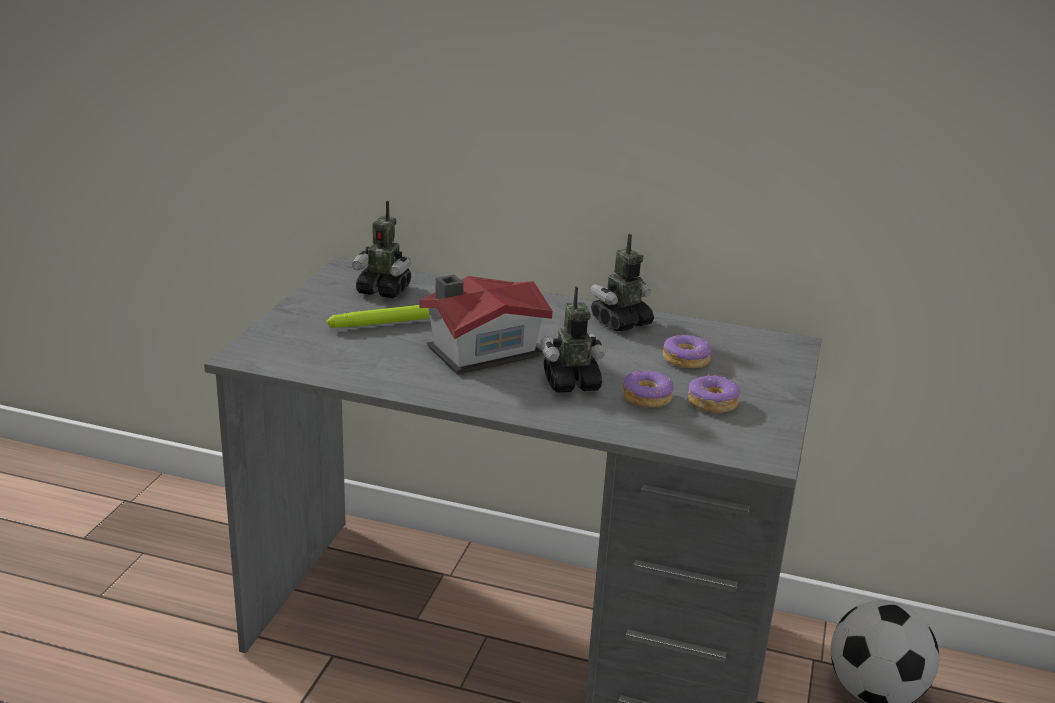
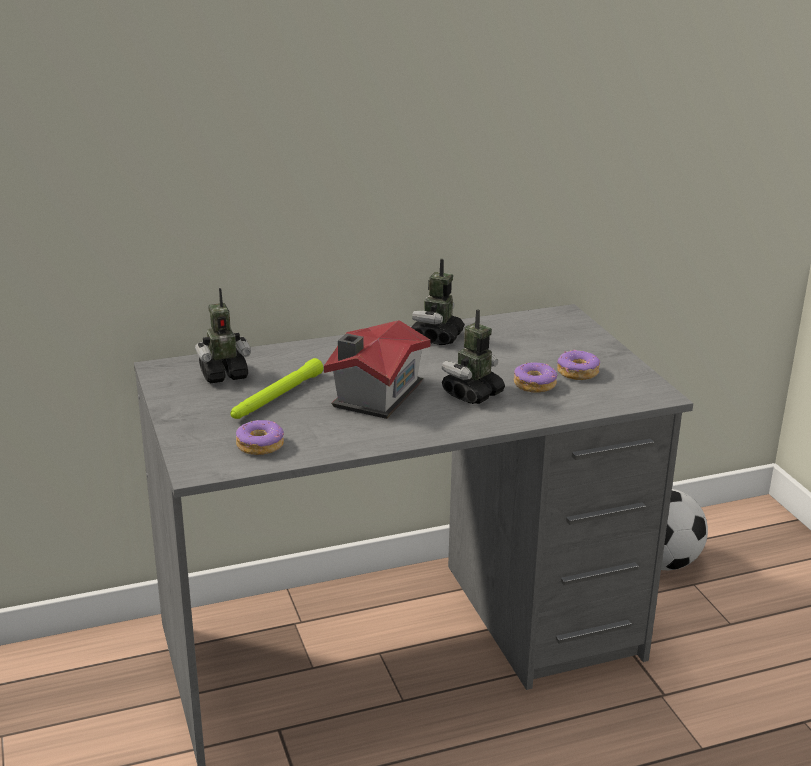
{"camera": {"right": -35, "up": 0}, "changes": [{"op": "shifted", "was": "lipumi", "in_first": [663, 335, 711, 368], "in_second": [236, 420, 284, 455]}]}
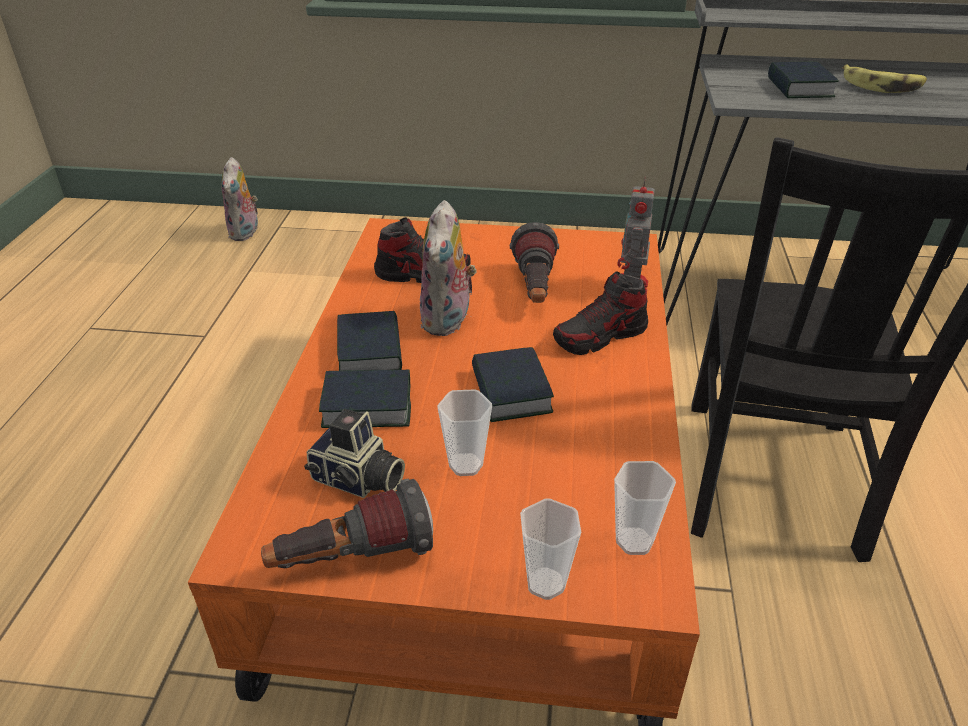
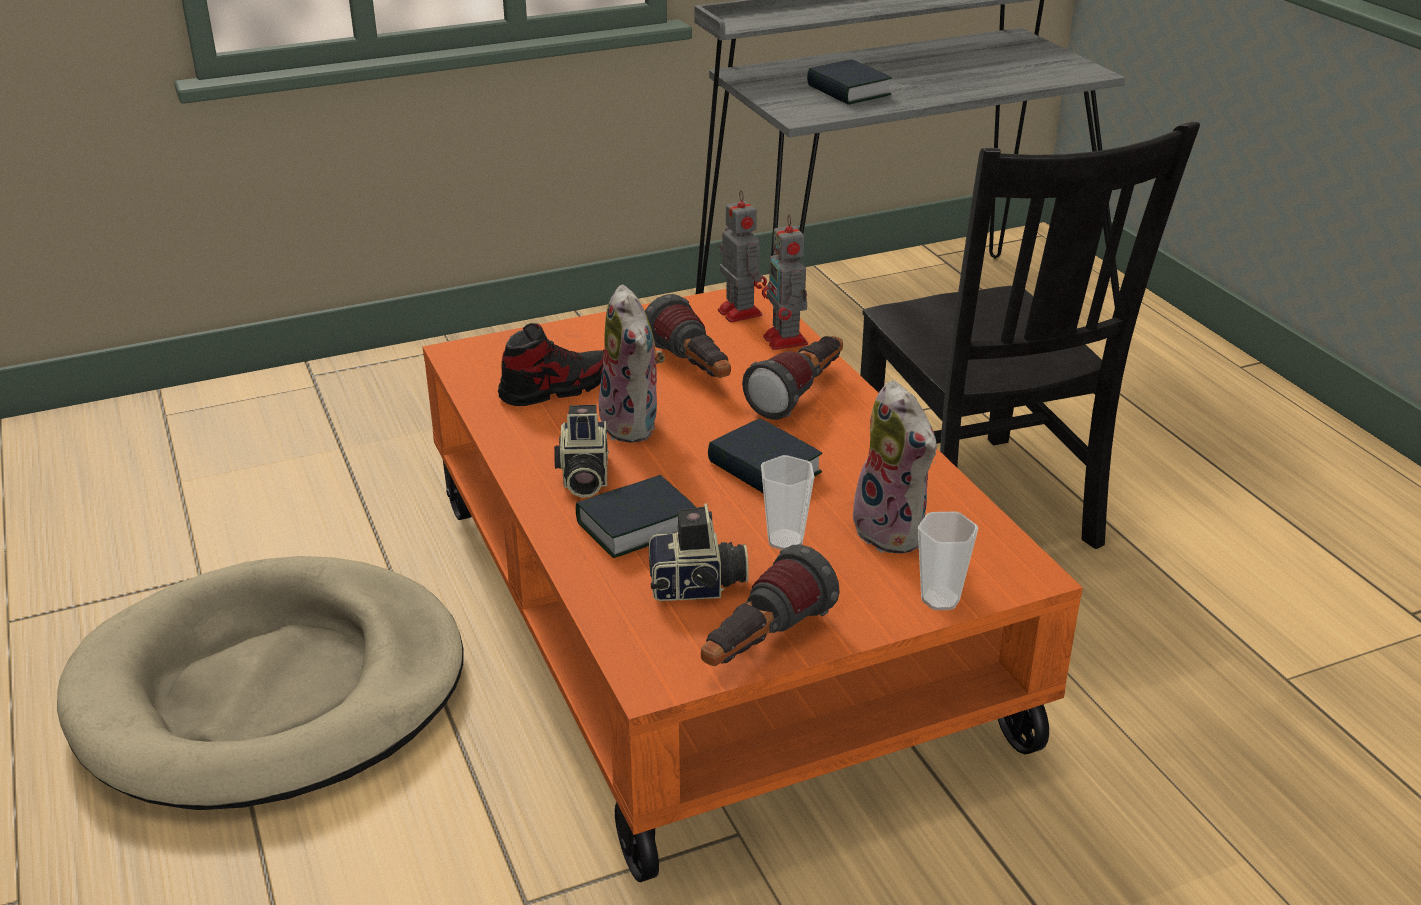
{"camera": {"right": -30, "up": -5}, "changes": [{"op": "gone", "was": "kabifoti", "in_first": [843, 64, 927, 93]}, {"op": "shifted", "was": "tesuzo", "in_first": [222, 157, 258, 241], "in_second": [846, 380, 937, 554]}, {"op": "swapped", "was": "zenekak", "now": "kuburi", "in_first": [553, 271, 648, 355], "in_second": [742, 336, 843, 420]}, {"op": "swapped", "was": "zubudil", "now": "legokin", "in_first": [337, 311, 402, 371], "in_second": [554, 405, 609, 498]}, {"op": "gone", "was": "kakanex", "in_first": [614, 461, 676, 555]}, {"op": "new", "now": "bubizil", "in_second": [718, 190, 767, 323]}, {"op": "new", "now": "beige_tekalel", "in_second": [57, 556, 464, 810]}]}
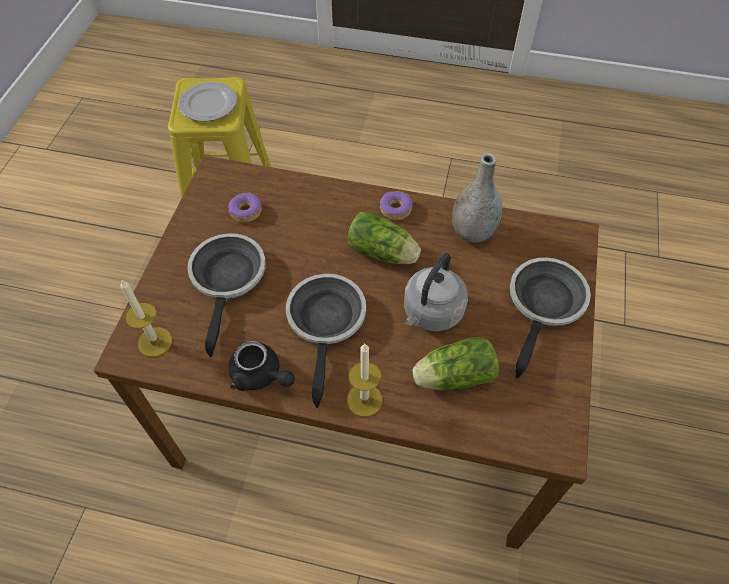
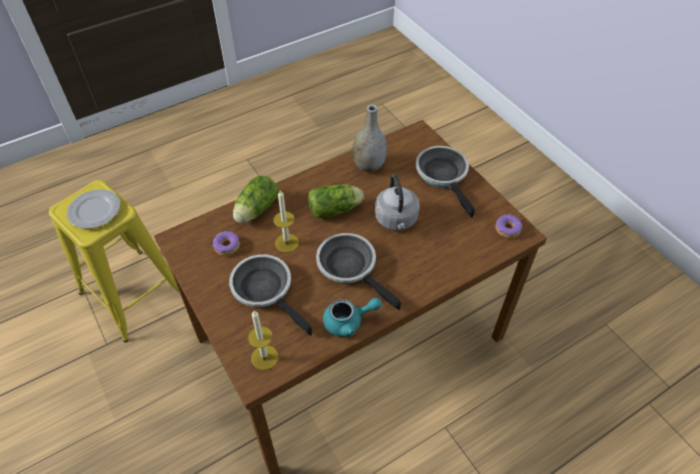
{"camera": {"right": -45, "up": -5}, "changes": [{"op": "shifted", "was": "lipumi", "in_first": [379, 191, 413, 220], "in_second": [495, 214, 522, 238]}, {"op": "shifted", "was": "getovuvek", "in_first": [412, 337, 499, 390], "in_second": [233, 175, 279, 223]}, {"op": "repainted", "was": "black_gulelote", "now": "turquoise_gulelote", "in_first": [228, 341, 295, 391], "in_second": [323, 298, 382, 337]}, {"op": "shifted", "was": "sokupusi", "in_first": [347, 344, 382, 417], "in_second": [273, 190, 299, 253]}]}
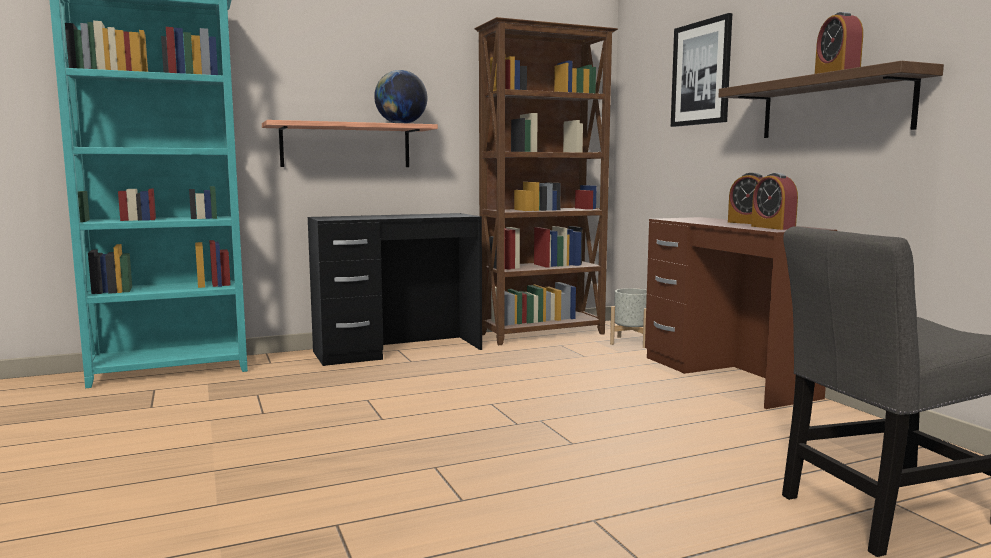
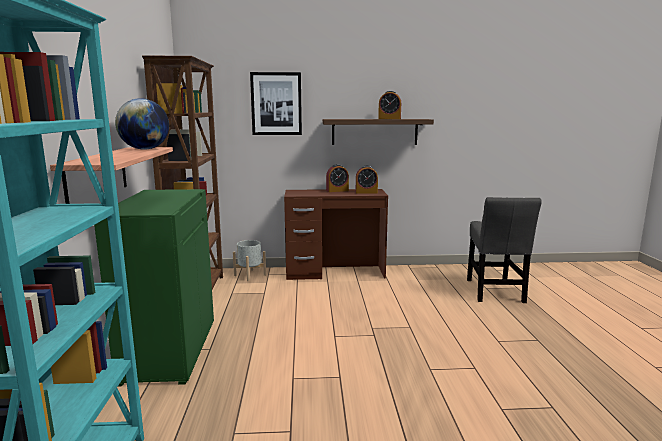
{"camera": {"right": -70, "up": 5}, "changes": [{"op": "swapped", "was": "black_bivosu", "now": "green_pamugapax", "in_first": [308, 213, 482, 366], "in_second": [94, 189, 214, 386]}]}
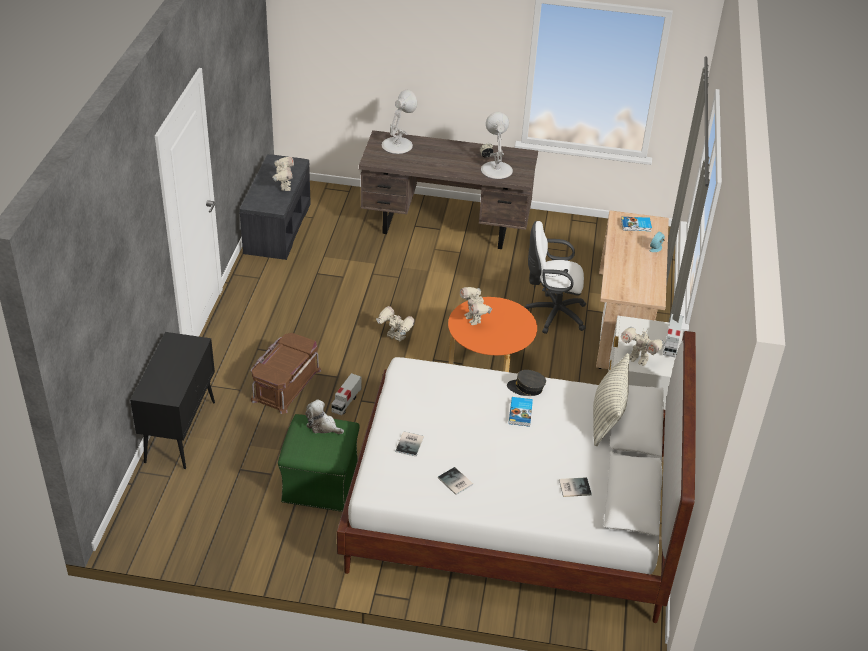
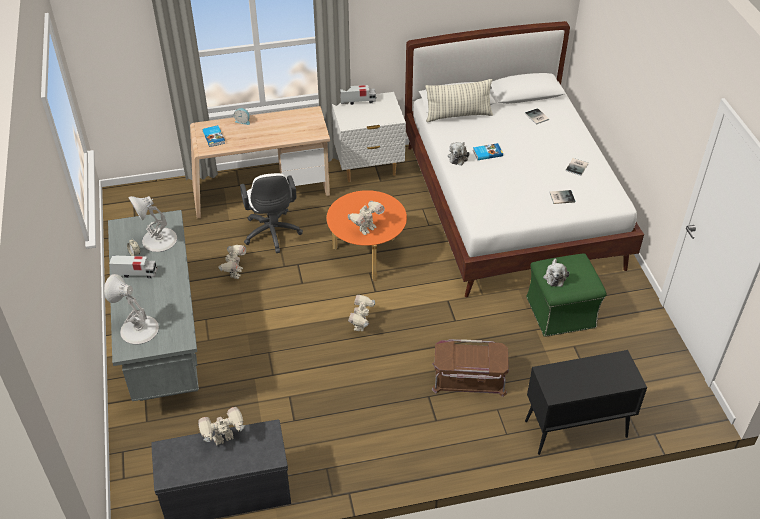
{"camera": {"right": -110, "up": 5}, "changes": [{"op": "repainted", "was": "brown_bivosu", "now": "grey_bivosu", "in_first": [359, 130, 538, 249], "in_second": [108, 210, 199, 401]}, {"op": "shifted", "was": "bubizil", "in_first": [621, 327, 665, 366], "in_second": [219, 245, 246, 279]}, {"op": "swapped", "was": "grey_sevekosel", "now": "tesuzo", "in_first": [507, 370, 546, 396], "in_second": [448, 142, 470, 165]}, {"op": "shifted", "was": "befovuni", "in_first": [331, 373, 362, 415], "in_second": [109, 255, 157, 278]}]}
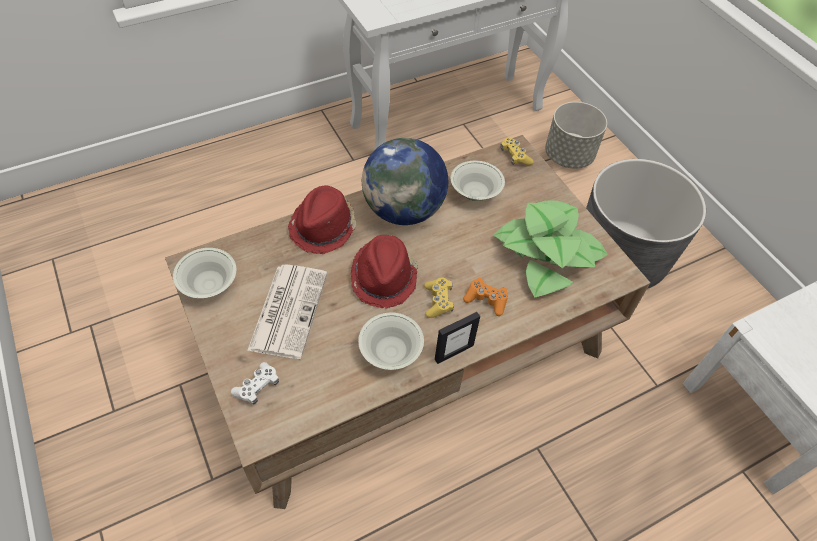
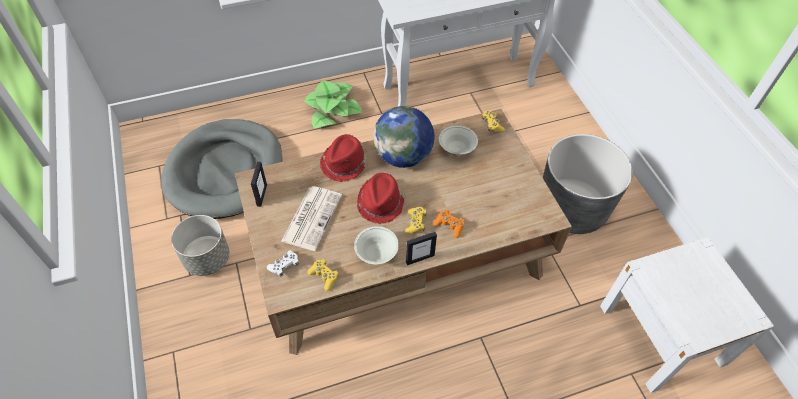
{"camera": {"right": 10, "up": 0}, "changes": [{"op": "shifted", "was": "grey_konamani", "in_first": [545, 102, 607, 169], "in_second": [171, 215, 229, 276]}, {"op": "shifted", "was": "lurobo", "in_first": [493, 201, 608, 297], "in_second": [304, 81, 363, 129]}, {"op": "swapped", "was": "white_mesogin", "now": "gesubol", "in_first": [173, 248, 236, 298], "in_second": [251, 162, 267, 207]}, {"op": "new", "now": "grey_tekalel", "in_second": [161, 119, 282, 219]}, {"op": "new", "now": "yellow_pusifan", "in_second": [307, 259, 339, 291]}]}
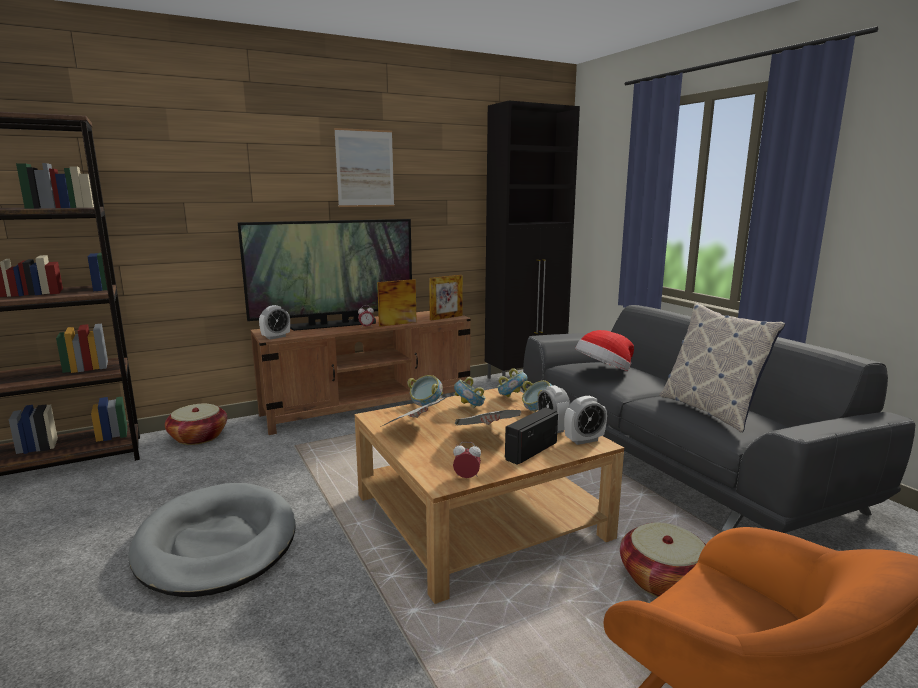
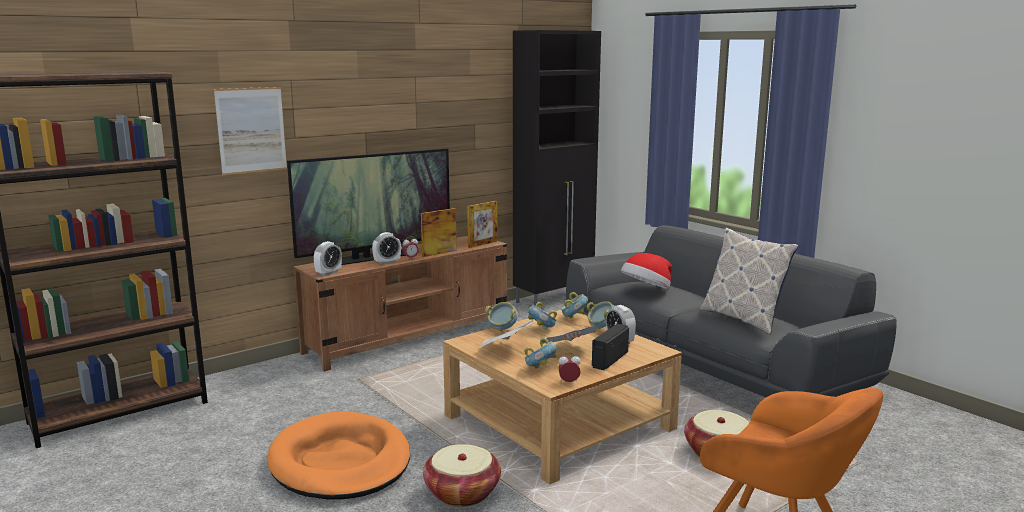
{"camera": {"right": -10, "up": 0}, "changes": [{"op": "shifted", "was": "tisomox", "in_first": [334, 128, 394, 207], "in_second": [214, 87, 287, 175]}, {"op": "shifted", "was": "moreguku", "in_first": [564, 396, 607, 445], "in_second": [372, 232, 401, 265]}, {"op": "shifted", "was": "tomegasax", "in_first": [165, 404, 227, 445], "in_second": [423, 444, 501, 507]}, {"op": "repainted", "was": "grey_tekalel", "now": "orange_tekalel", "in_first": [128, 483, 295, 597], "in_second": [267, 411, 410, 500]}, {"op": "new", "now": "mesogin", "in_second": [524, 337, 557, 369]}]}
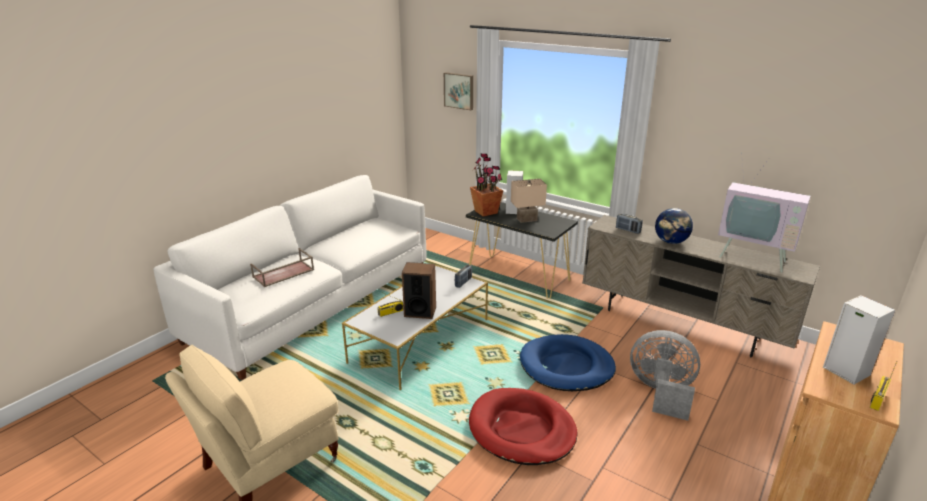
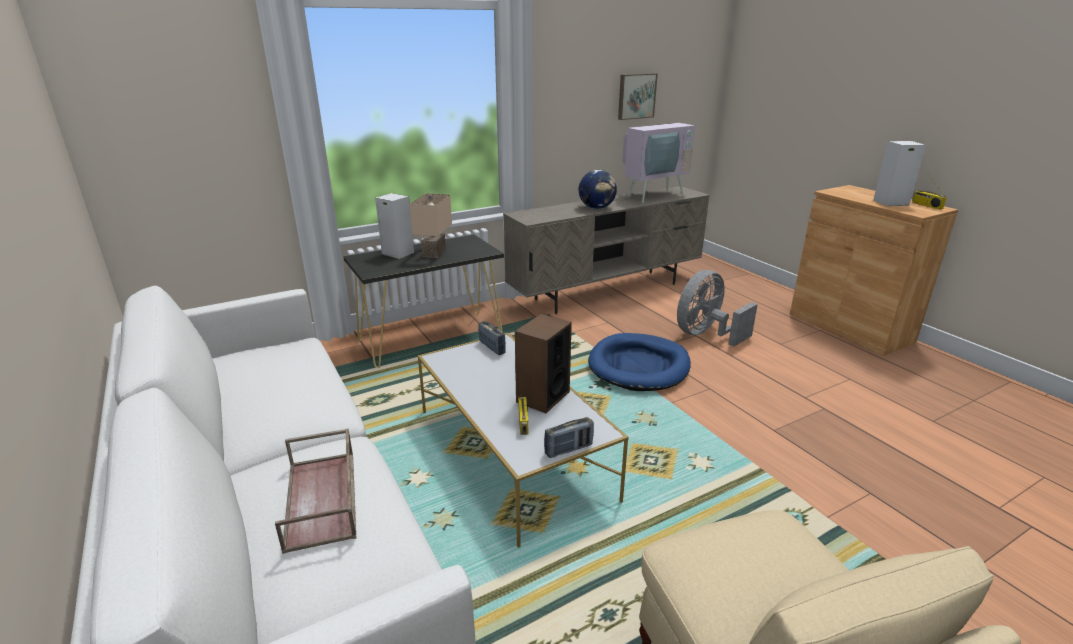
{"camera": {"right": -65, "up": 0}, "changes": [{"op": "shifted", "was": "tisomox", "in_first": [444, 72, 473, 110], "in_second": [618, 73, 658, 120]}, {"op": "gone", "was": "lurobo", "in_first": [470, 153, 503, 217]}, {"op": "shifted", "was": "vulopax", "in_first": [616, 214, 643, 234], "in_second": [544, 417, 594, 458]}, {"op": "gone", "was": "red_tekalel", "in_first": [469, 388, 577, 465]}]}
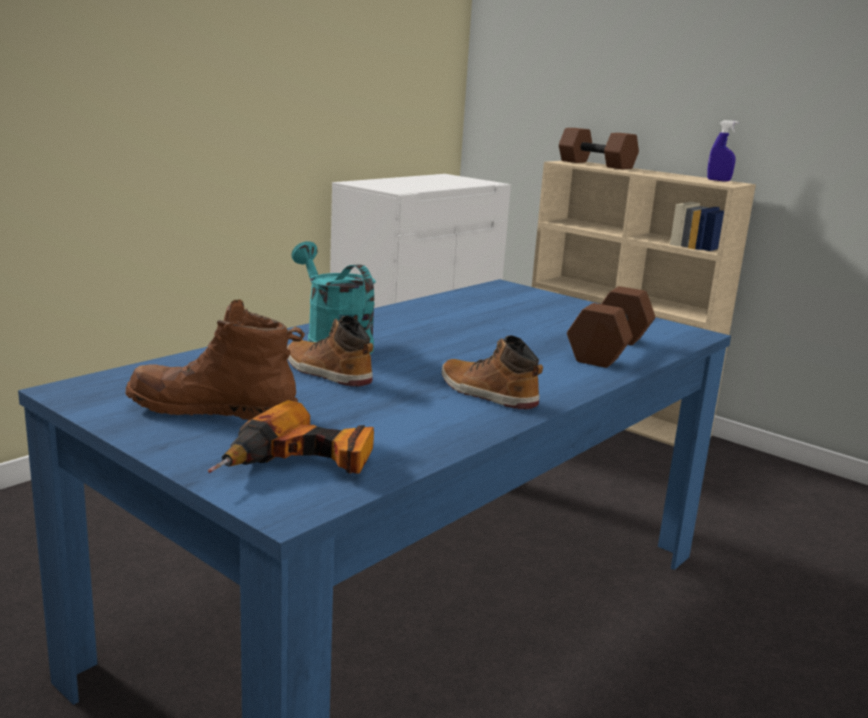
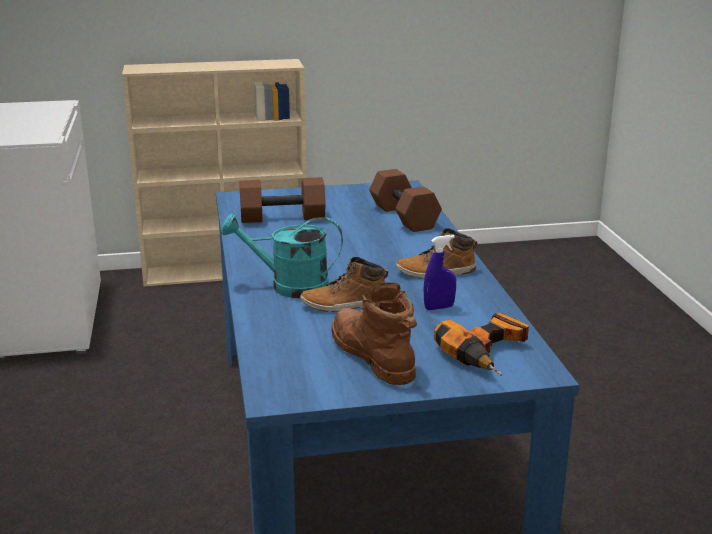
{"camera": {"right": -50, "up": 5}, "changes": [{"op": "shifted", "was": "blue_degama", "in_first": [707, 120, 738, 182], "in_second": [424, 235, 456, 310]}, {"op": "shifted", "was": "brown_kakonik", "in_first": [559, 128, 639, 170], "in_second": [239, 177, 326, 223]}, {"op": "rotated", "was": "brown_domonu", "in_first": [125, 300, 305, 420], "in_second": [331, 283, 417, 385], "clockwise": 105}]}
